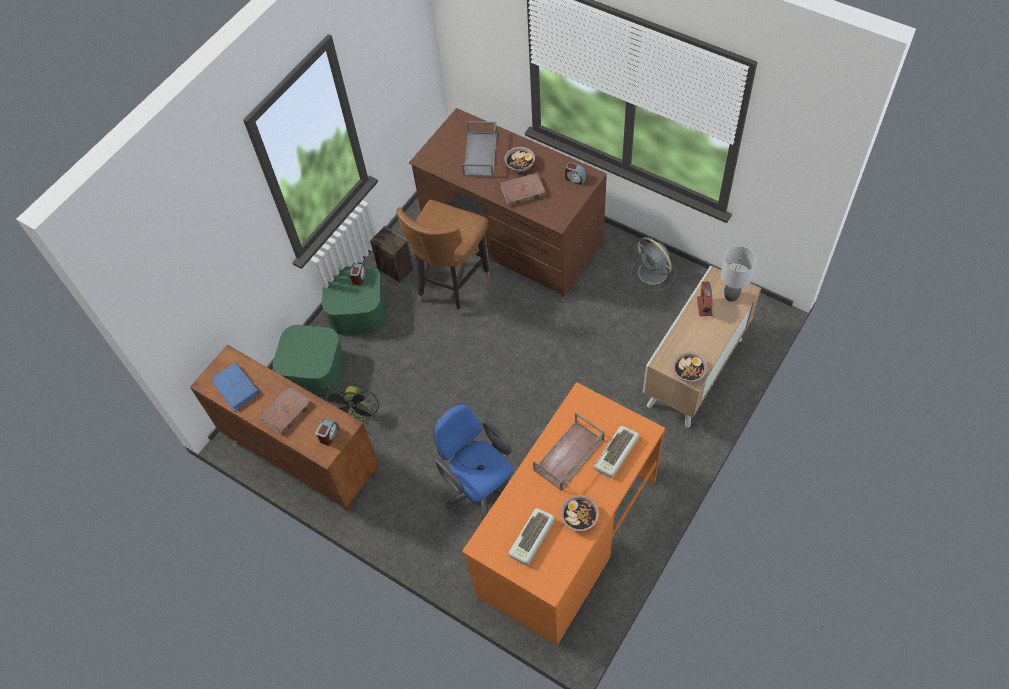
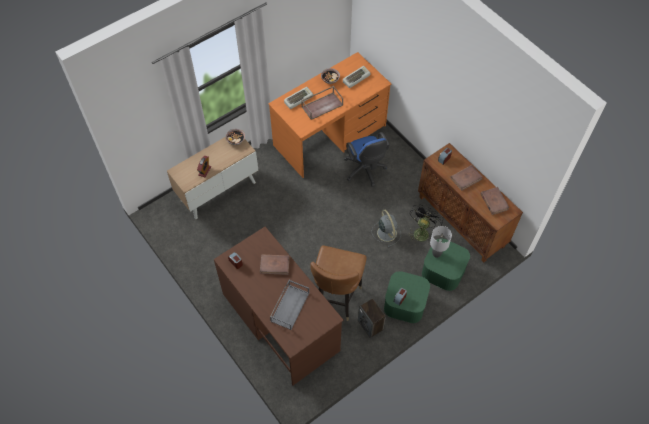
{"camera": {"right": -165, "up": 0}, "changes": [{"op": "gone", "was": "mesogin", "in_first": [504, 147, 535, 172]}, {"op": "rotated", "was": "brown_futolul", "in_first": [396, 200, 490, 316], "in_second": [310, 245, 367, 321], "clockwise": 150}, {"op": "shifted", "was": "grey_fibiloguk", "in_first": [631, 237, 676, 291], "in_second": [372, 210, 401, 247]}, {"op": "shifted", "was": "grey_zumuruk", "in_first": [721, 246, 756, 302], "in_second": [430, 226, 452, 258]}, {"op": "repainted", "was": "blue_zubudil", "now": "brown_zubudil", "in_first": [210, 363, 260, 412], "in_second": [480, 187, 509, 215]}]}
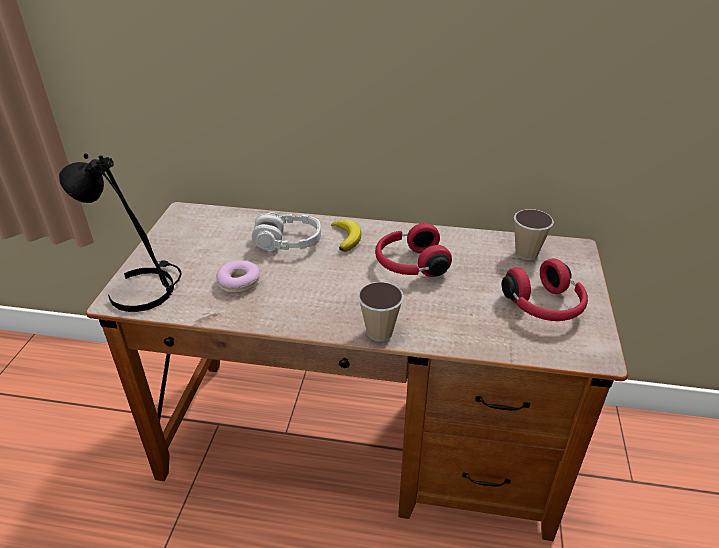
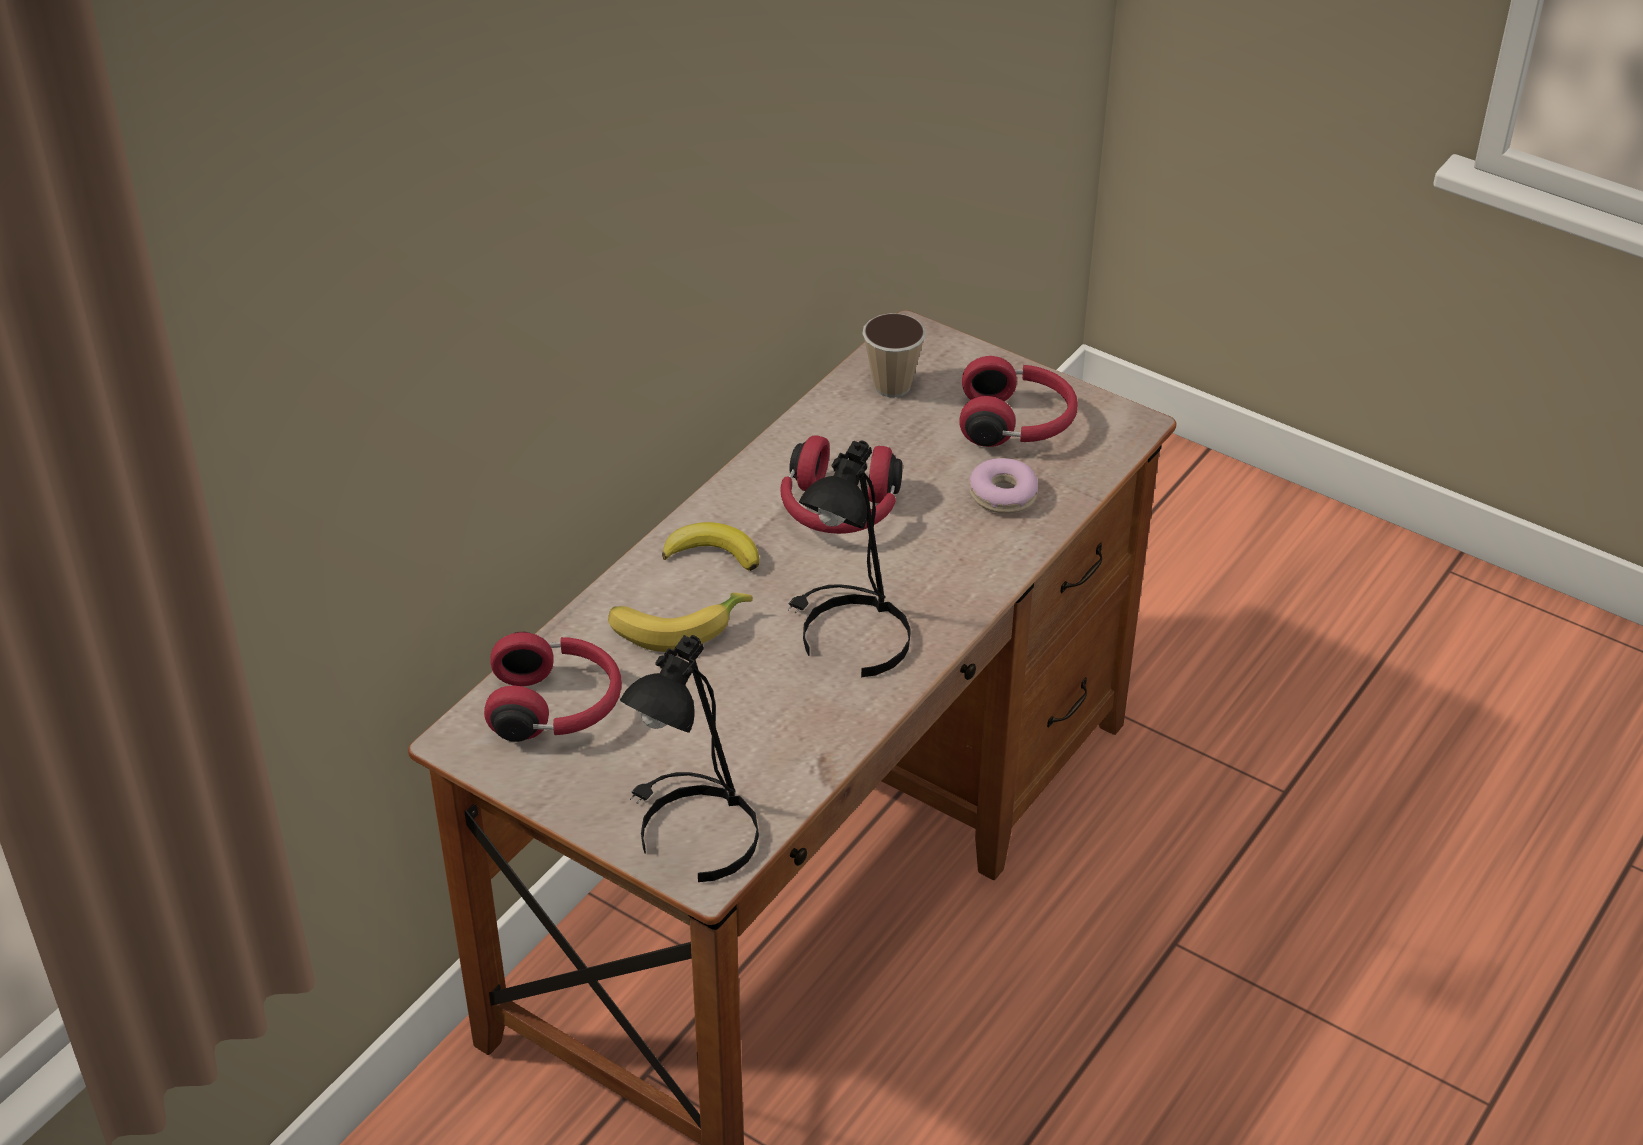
{"camera": {"right": -65, "up": 5}, "changes": [{"op": "swapped", "was": "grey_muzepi", "now": "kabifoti", "in_first": [252, 212, 321, 252], "in_second": [608, 593, 753, 652]}, {"op": "shifted", "was": "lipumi", "in_first": [216, 261, 260, 293], "in_second": [970, 458, 1038, 514]}, {"op": "gone", "was": "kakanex", "in_first": [357, 282, 404, 342]}, {"op": "new", "now": "black_zumuruk", "in_second": [788, 440, 911, 677]}, {"op": "new", "now": "red_muzepi", "in_second": [484, 631, 622, 742]}]}
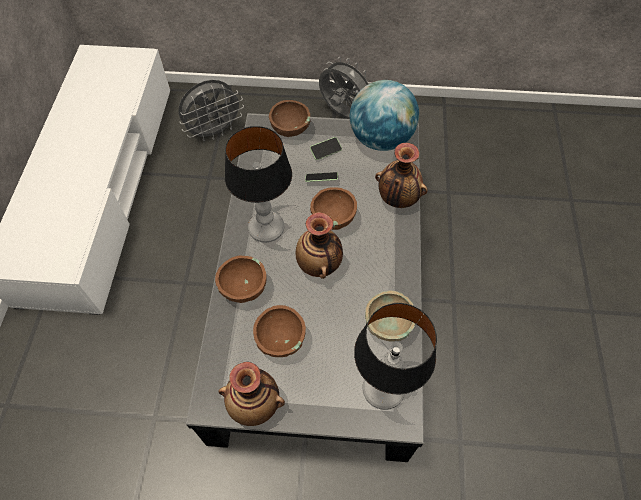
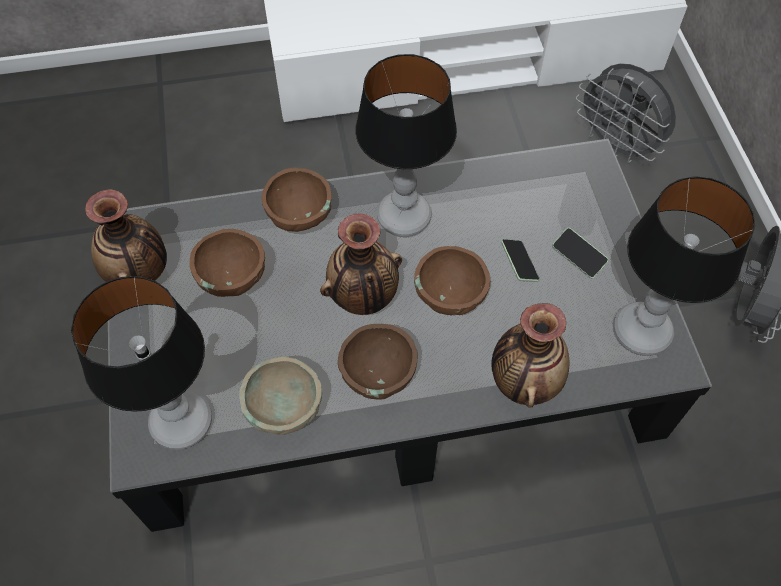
{"camera": {"right": 75, "up": 0}, "changes": [{"op": "swapped", "was": "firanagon", "now": "zumuruk", "in_first": [350, 80, 419, 151], "in_second": [614, 176, 755, 356]}, {"op": "shifted", "was": "brown_mesogin", "in_first": [269, 100, 310, 137], "in_second": [338, 324, 418, 400]}]}
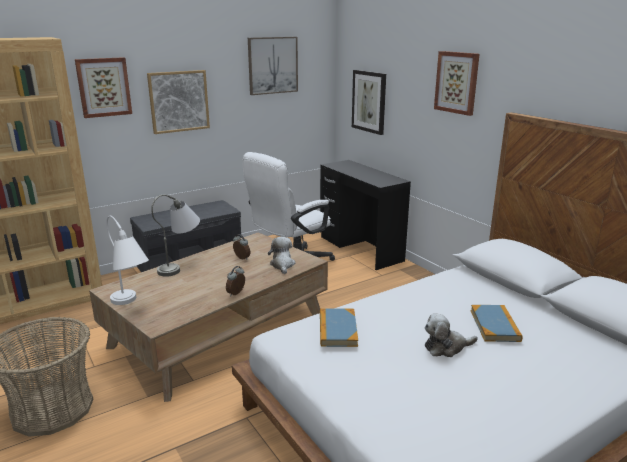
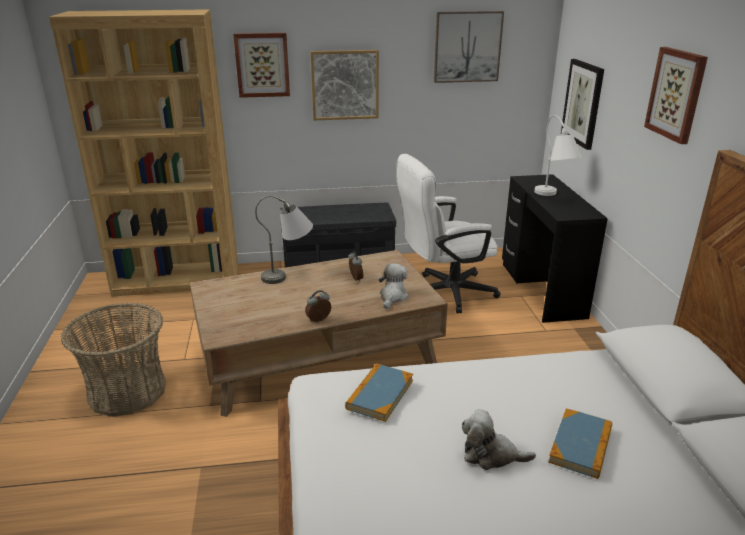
{"camera": {"right": 25, "up": 5}, "changes": [{"op": "shifted", "was": "white_zumuruk", "in_first": [106, 216, 149, 305], "in_second": [534, 115, 582, 196]}]}
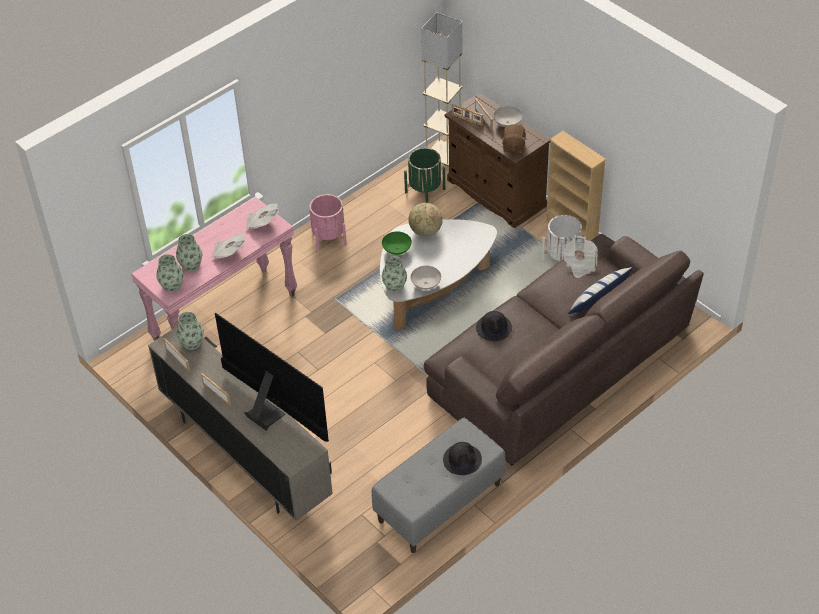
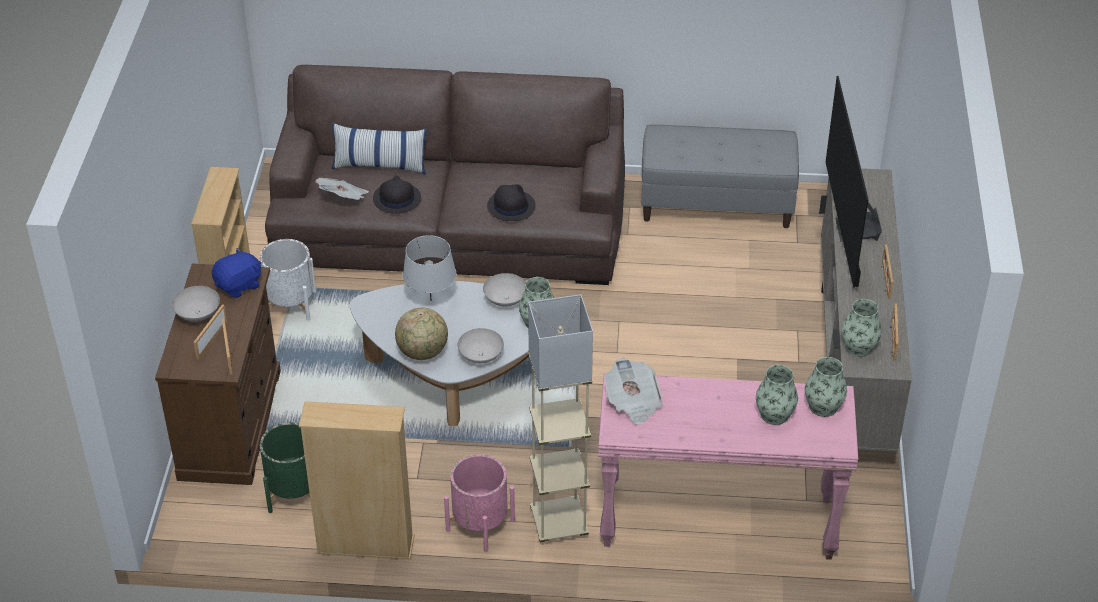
{"camera": {"right": -135, "up": -5}, "changes": [{"op": "shifted", "was": "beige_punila", "in_first": [421, 12, 463, 168], "in_second": [528, 294, 593, 545]}, {"op": "repainted", "was": "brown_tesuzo", "now": "blue_tesuzo", "in_first": [501, 124, 526, 153], "in_second": [212, 248, 261, 298]}, {"op": "repainted", "was": "green_mesogin", "now": "white_mesogin", "in_first": [382, 232, 412, 255], "in_second": [458, 328, 504, 363]}, {"op": "gone", "was": "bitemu", "in_first": [211, 234, 245, 258]}, {"op": "shifted", "was": "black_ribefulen", "in_first": [443, 442, 482, 475], "in_second": [373, 176, 421, 214]}, {"op": "new", "now": "grey_zumuruk", "in_second": [402, 235, 457, 299]}, {"op": "new", "now": "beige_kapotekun", "in_second": [299, 401, 415, 560]}]}
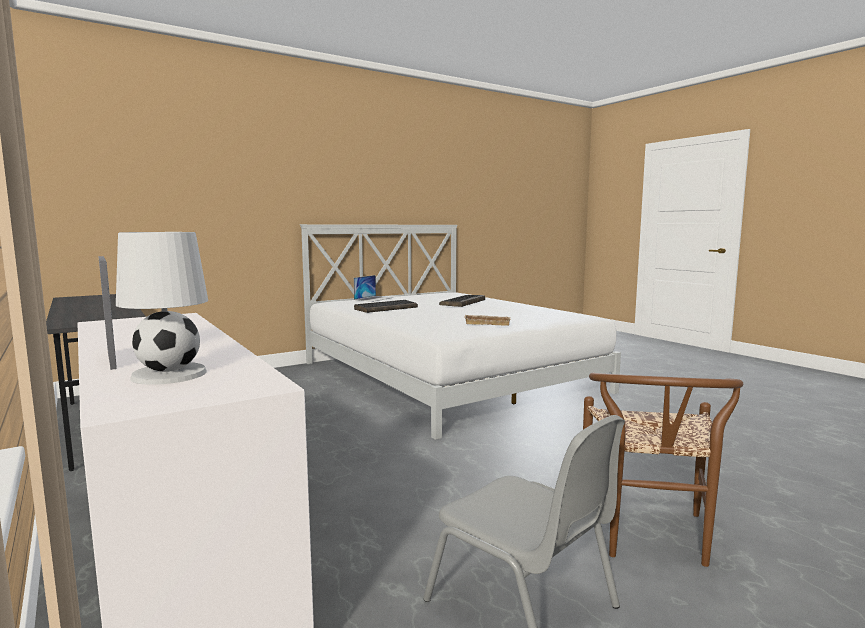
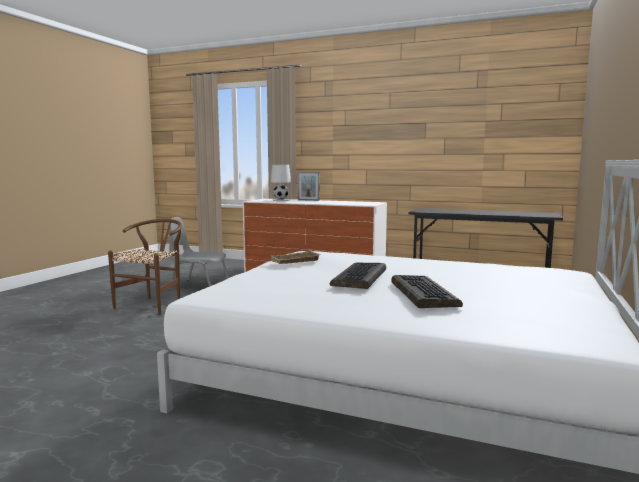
{"camera": {"right": 145, "up": 0}, "changes": [{"op": "gone", "was": "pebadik", "in_first": [354, 275, 394, 302]}, {"op": "shifted", "was": "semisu", "in_first": [354, 300, 418, 313], "in_second": [330, 263, 386, 289]}, {"op": "rotated", "was": "brown_futolul", "in_first": [583, 373, 743, 567], "in_second": [108, 219, 182, 315], "clockwise": 45}]}
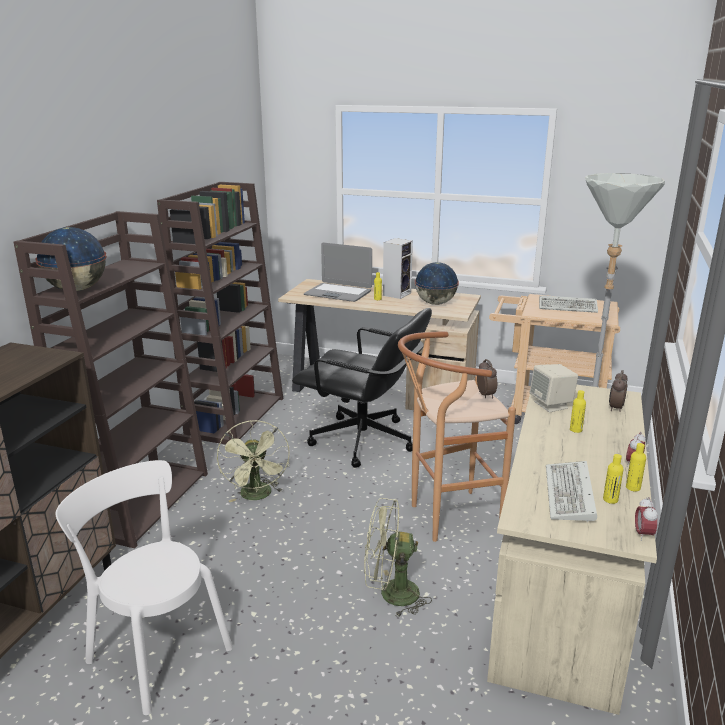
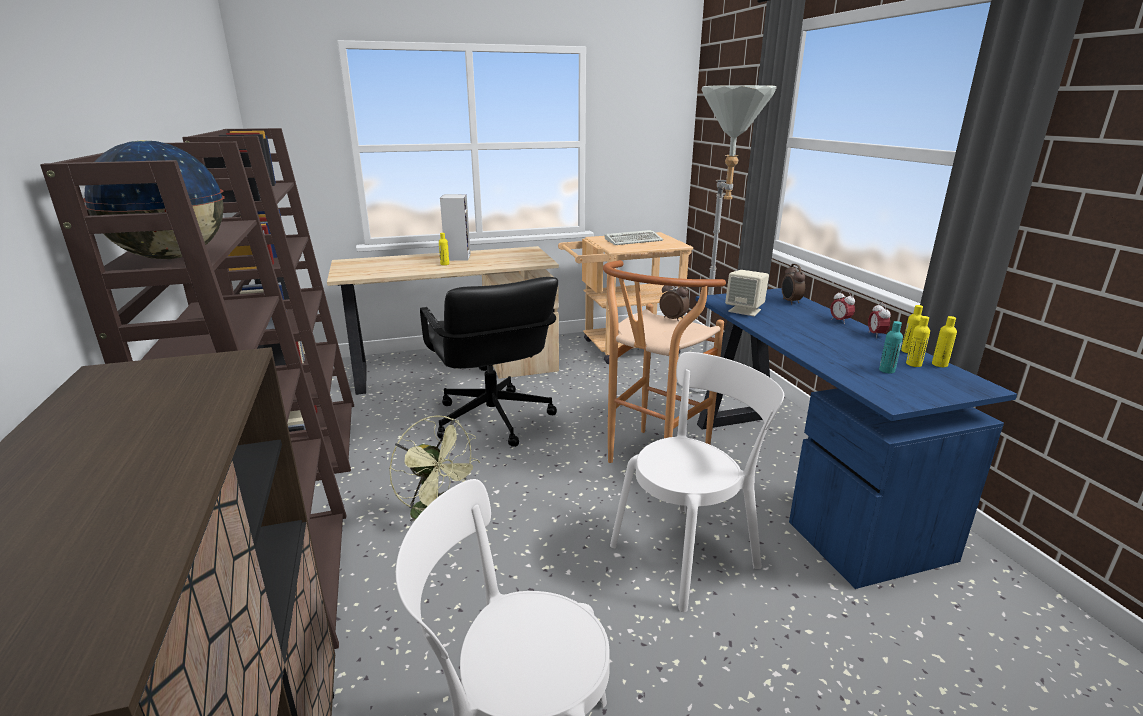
{"camera": {"right": -35, "up": 0}, "changes": [{"op": "gone", "was": "pebadik", "in_first": [304, 243, 372, 302]}, {"op": "gone", "was": "firanagon", "in_first": [415, 262, 459, 305]}, {"op": "rotated", "was": "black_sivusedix", "in_first": [292, 308, 432, 468], "in_second": [420, 277, 558, 447], "clockwise": 75}, {"op": "repainted", "was": "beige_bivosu", "now": "blue_bivosu", "in_first": [487, 385, 657, 715], "in_second": [696, 288, 1017, 589]}, {"op": "shifted", "was": "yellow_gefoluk", "in_first": [570, 390, 586, 433], "in_second": [932, 316, 957, 367]}, {"op": "swapped", "was": "semisu", "now": "turquoise_gefoluk", "in_first": [546, 461, 597, 522], "in_second": [879, 321, 903, 374]}, {"op": "shifted", "was": "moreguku", "in_first": [635, 497, 658, 541], "in_second": [830, 290, 855, 323]}, {"op": "swapped", "was": "green_fibiloguk", "now": "white_futolul", "in_first": [364, 498, 432, 616], "in_second": [610, 352, 784, 612]}]}
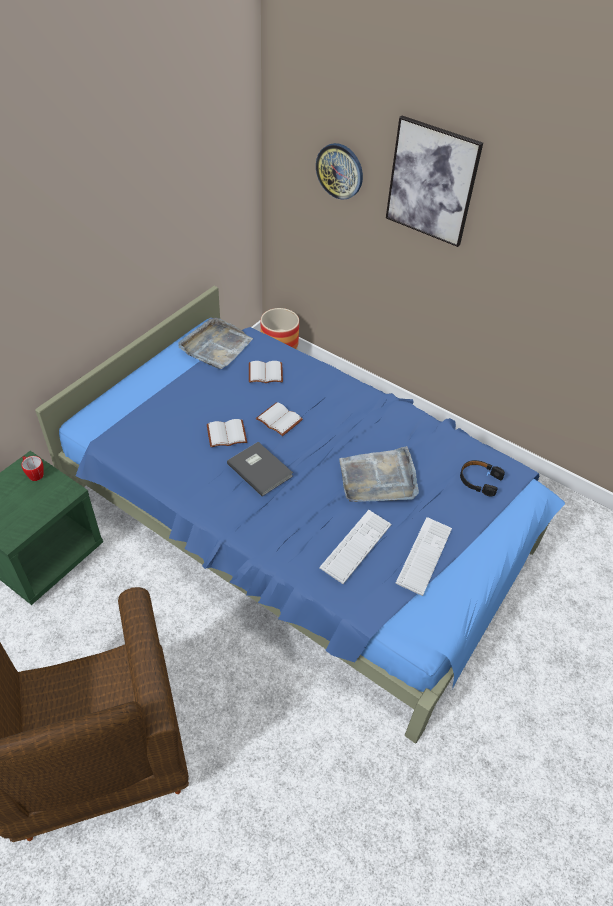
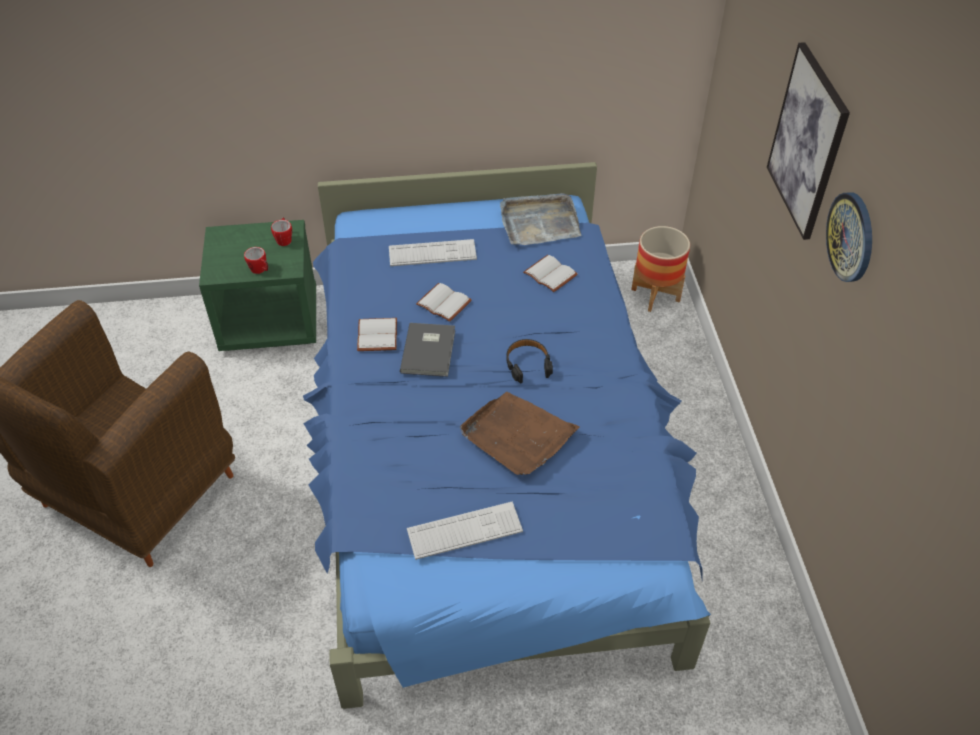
{"camera": {"right": 50, "up": 0}, "changes": [{"op": "shifted", "was": "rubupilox", "in_first": [316, 143, 363, 200], "in_second": [826, 192, 872, 282]}, {"op": "shifted", "was": "white_zubudil", "in_first": [256, 402, 303, 436], "in_second": [357, 318, 397, 351]}, {"op": "repainted", "was": "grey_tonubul", "now": "brown_tonubul", "in_first": [339, 446, 419, 502], "in_second": [460, 392, 580, 475]}, {"op": "shifted", "was": "black_muzepi", "in_first": [460, 460, 505, 497], "in_second": [506, 339, 553, 383]}, {"op": "shifted", "was": "semisu", "in_first": [319, 510, 391, 584], "in_second": [389, 239, 477, 266]}, {"op": "new", "now": "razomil", "in_second": [244, 247, 268, 274]}]}
